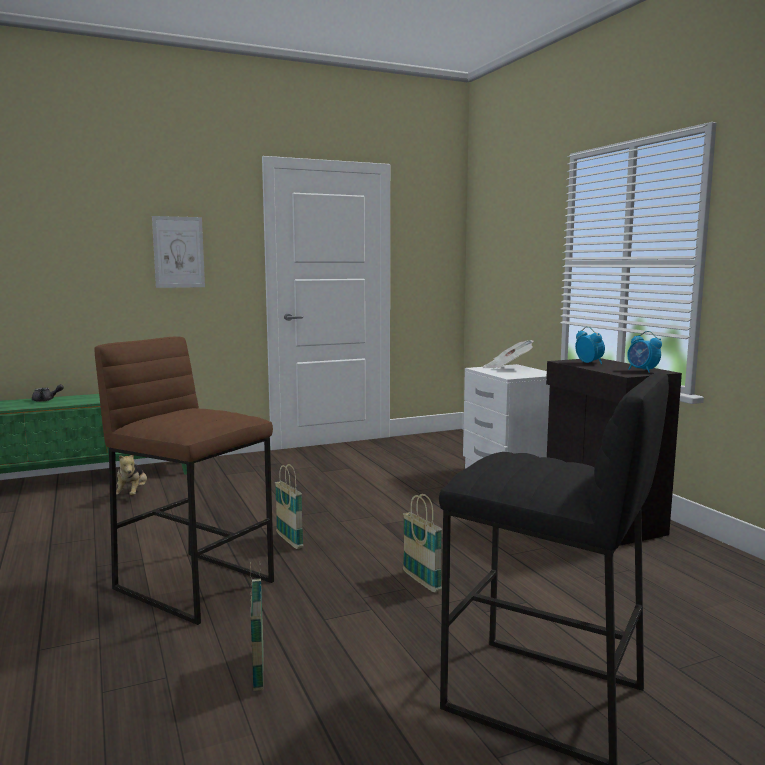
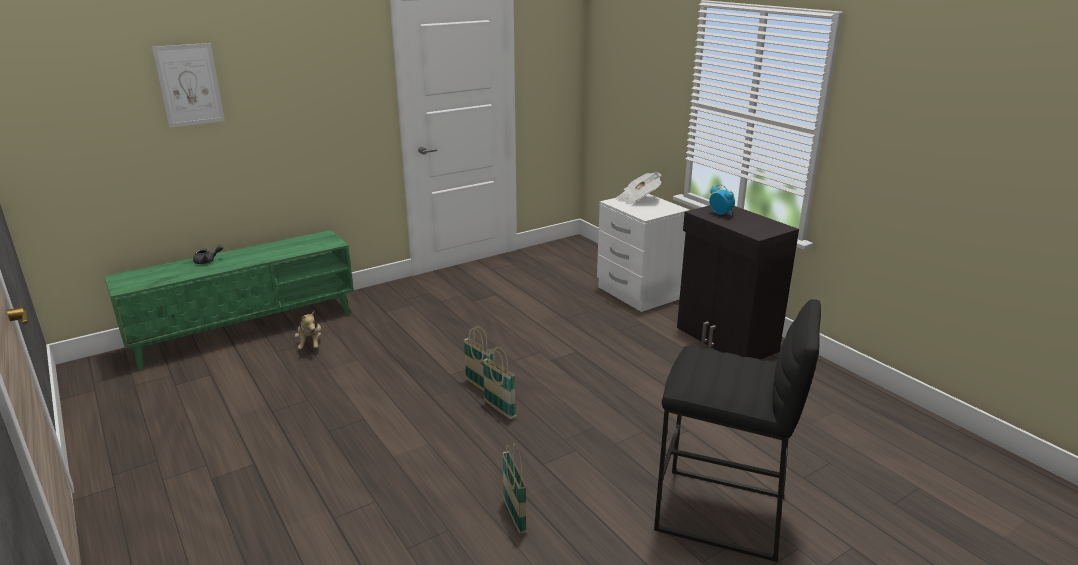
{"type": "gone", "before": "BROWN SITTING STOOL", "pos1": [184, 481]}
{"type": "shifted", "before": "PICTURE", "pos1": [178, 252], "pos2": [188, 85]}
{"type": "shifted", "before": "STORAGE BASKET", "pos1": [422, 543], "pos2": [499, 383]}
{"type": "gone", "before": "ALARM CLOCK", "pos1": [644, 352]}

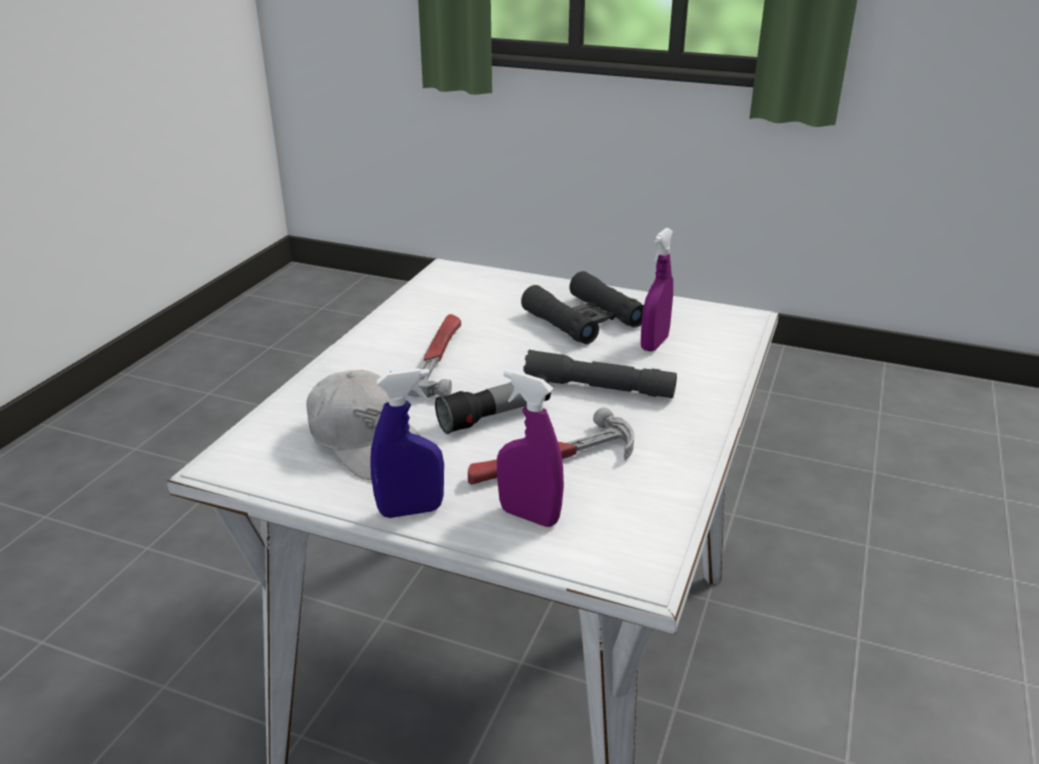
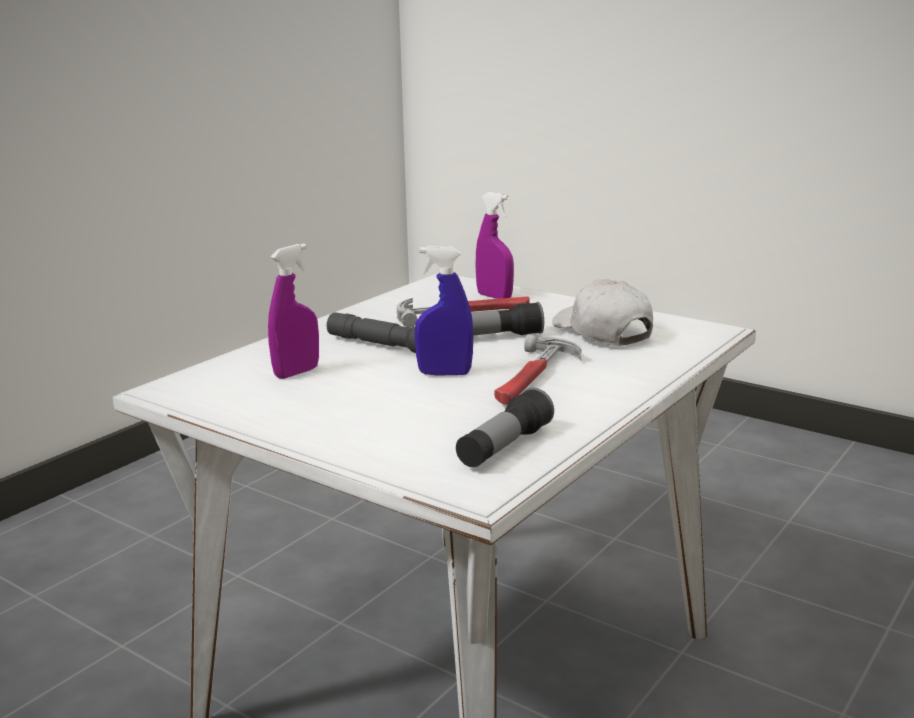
{"type": "shifted", "before": "BLUISH SPRAY BOTTLE", "pos1": [407, 443], "pos2": [444, 311]}
{"type": "gone", "before": "BLACK PAIR OF BINOCULARS", "pos1": [582, 307]}
{"type": "new", "after": "TORCH", "pos2": [505, 427]}

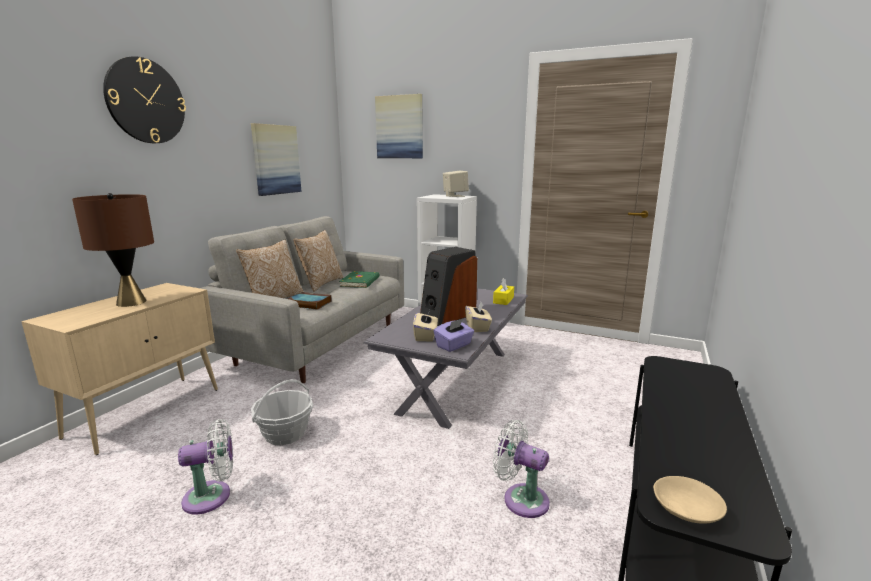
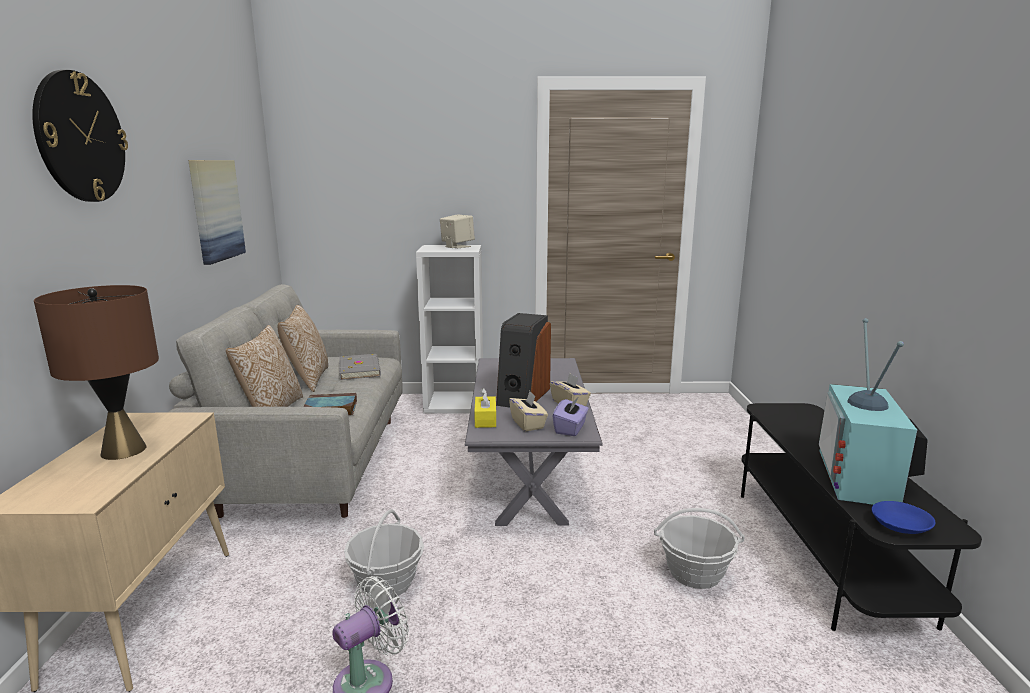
{"type": "repainted", "before": "GREENISH BOUND BOOK", "after": "GREYISH BOUND BOOK", "pos1": [359, 279], "pos2": [360, 367]}
{"type": "gone", "before": "PICTURE", "pos1": [399, 126]}
{"type": "shifted", "before": "YELLOW TISSUE BOX", "pos1": [503, 291], "pos2": [485, 408]}
{"type": "swapped", "before": "WHITE FAN", "after": "STORAGE BASKET", "pos1": [521, 469], "pos2": [699, 548]}
{"type": "repainted", "before": "BEIGE-COLOURED DEEP DISH", "after": "BLUISH DEEP DISH", "pos1": [690, 500], "pos2": [904, 517]}
{"type": "new", "after": "TELEVISION", "pos2": [873, 411]}

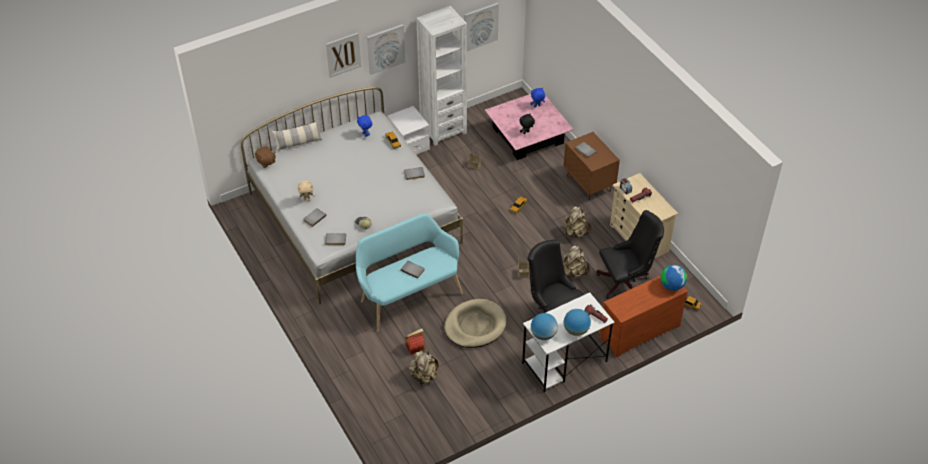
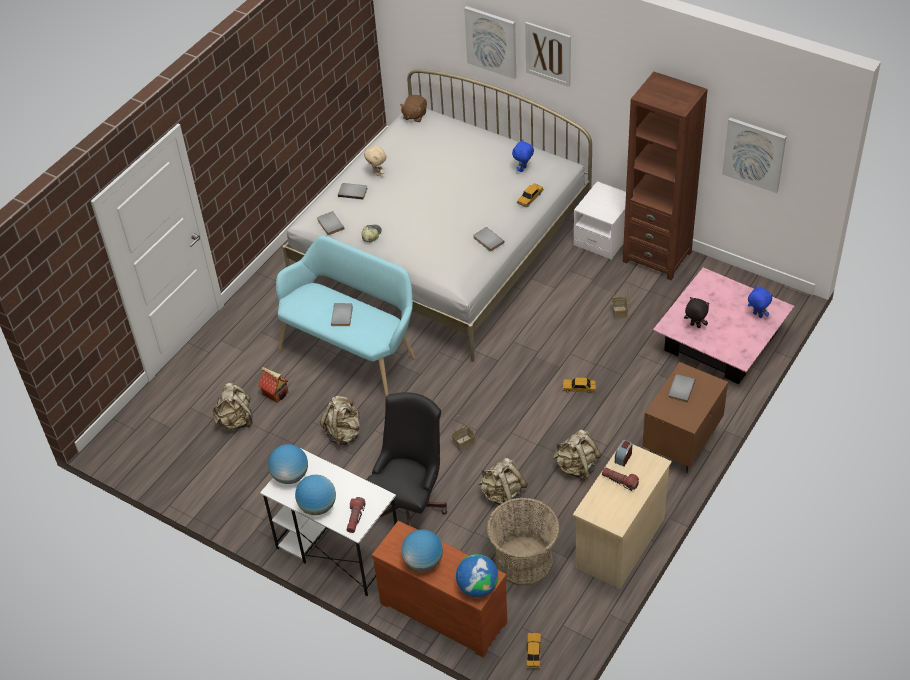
{"type": "gone", "before": "PILLOW", "pos1": [297, 135]}
{"type": "shifted", "before": "PICTURE", "pos1": [386, 49], "pos2": [490, 42]}
{"type": "repainted", "before": "WHITE BOOKSHELF", "after": "BROWN BOOKSHELF", "pos1": [441, 76], "pos2": [665, 176]}
{"type": "swapped", "before": "BEIGE-COLOURED PET BED", "after": "BEIGE-COLOURED BACKPACK", "pos1": [475, 323], "pos2": [340, 422]}
{"type": "swapped", "before": "BLACK COMPUTER CHAIR", "after": "STORAGE BASKET", "pos1": [630, 254], "pos2": [523, 542]}
{"type": "new", "after": "WORLD GLOBE", "pos2": [422, 550]}

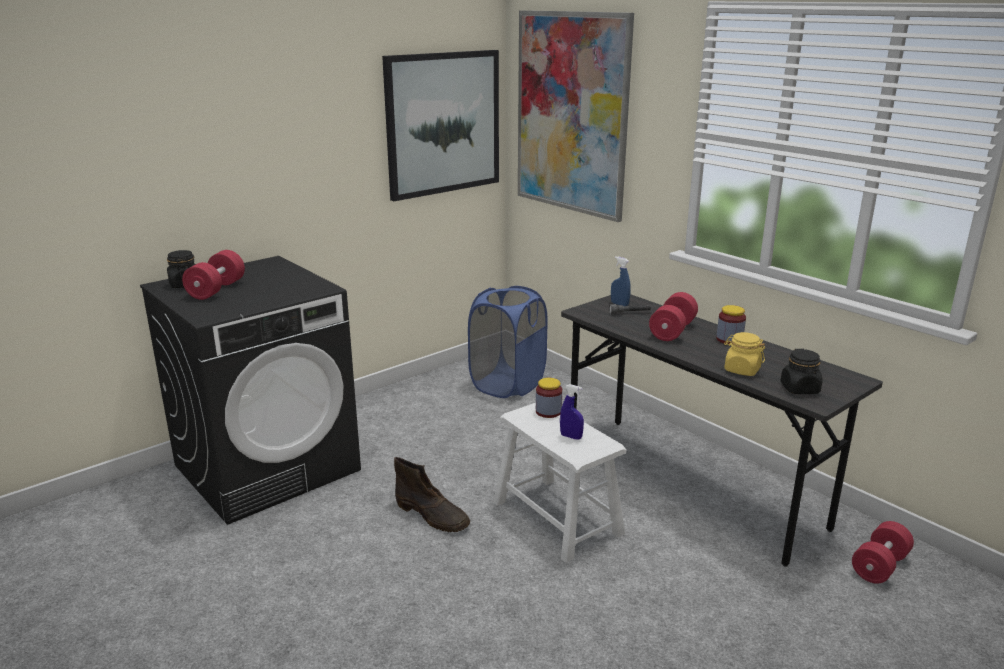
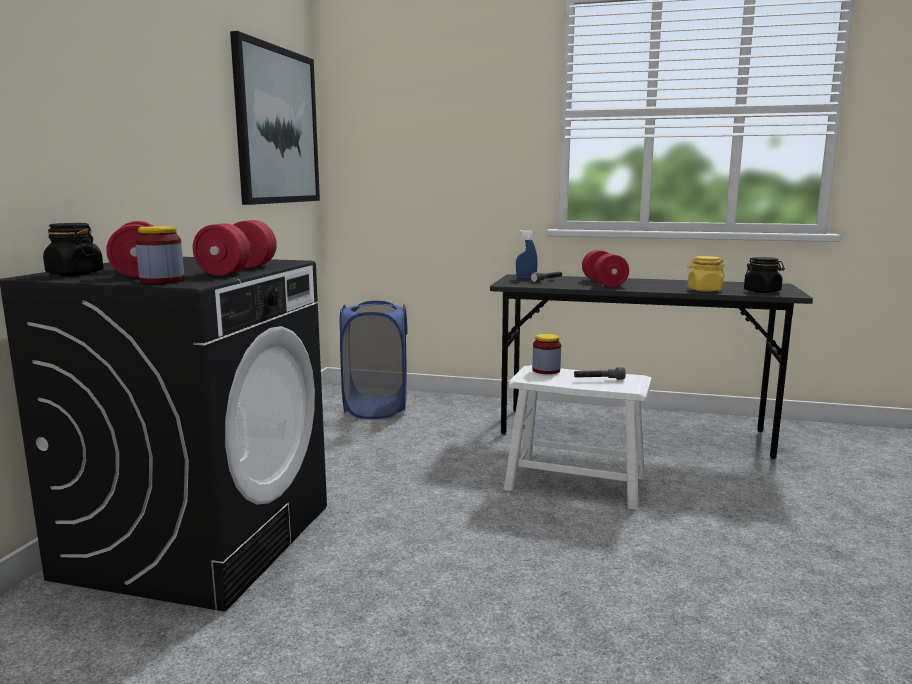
{"type": "gone", "before": "BROWN BOOT", "pos1": [432, 494]}
{"type": "gone", "before": "PICTURE", "pos1": [576, 116]}
{"type": "swapped", "before": "BLUISH SPRAY BOTTLE", "after": "GREYISH TORCH", "pos1": [572, 412], "pos2": [600, 373]}
{"type": "shifted", "before": "STORAGE JAR", "pos1": [731, 324], "pos2": [159, 255]}
{"type": "shifted", "before": "REDDISH FREE WEIGHT", "pos1": [883, 552], "pos2": [235, 248]}

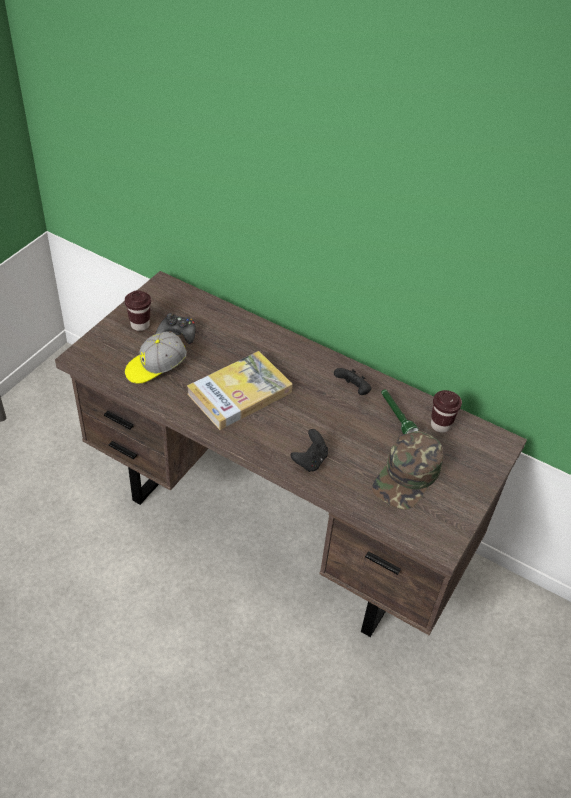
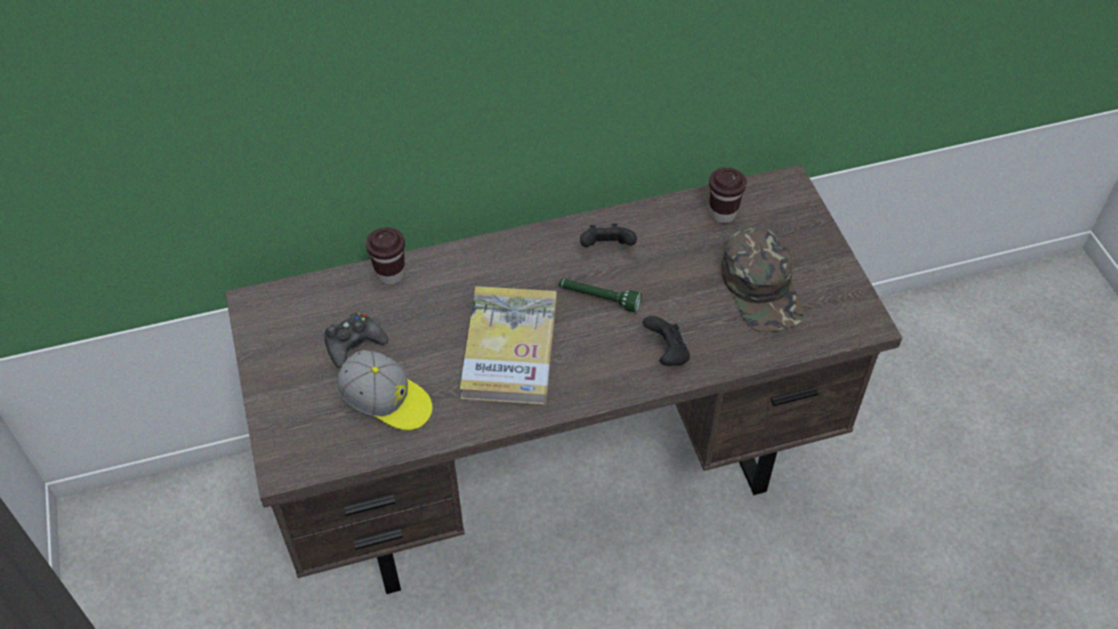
{"type": "shifted", "before": "BROWN CUP", "pos1": [138, 310], "pos2": [385, 256]}
{"type": "rotated", "before": "BASEBALL CAP", "pos1": [156, 357], "pos2": [384, 390], "turn": -75}
{"type": "shifted", "before": "GREENISH TORCH", "pos1": [399, 411], "pos2": [600, 295]}

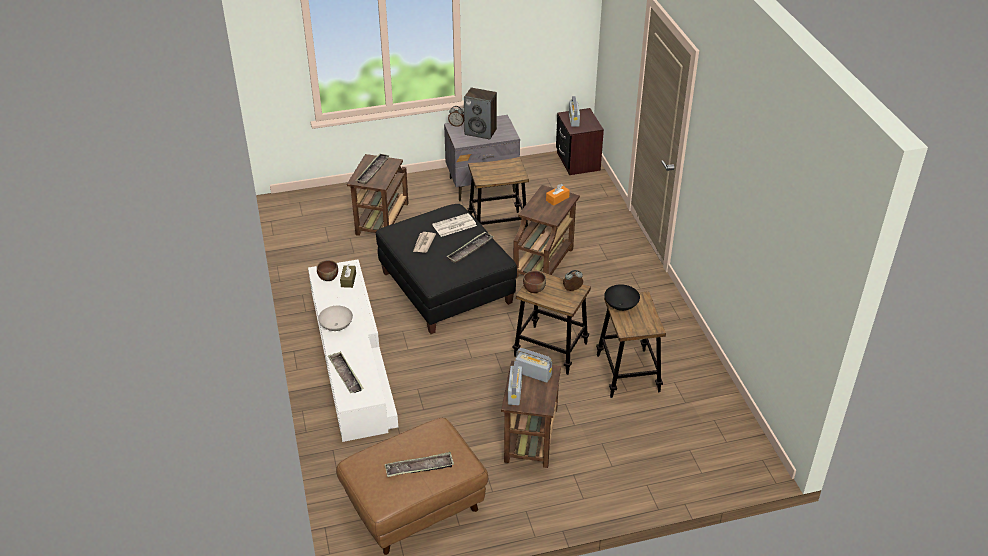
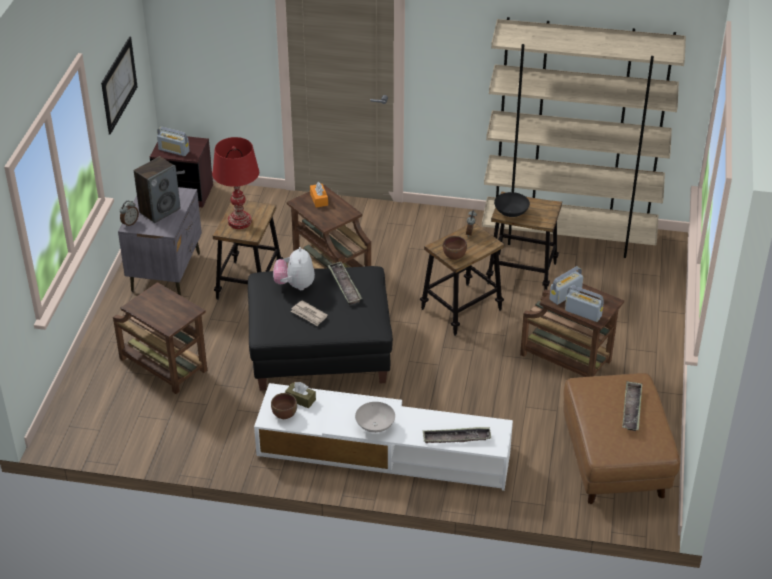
{"type": "gone", "before": "CARRYING TRAY", "pos1": [373, 168]}
{"type": "swapped", "before": "PRINTED PAPER", "after": "PLUSH TOY", "pos1": [454, 225], "pos2": [294, 268]}
{"type": "new", "after": "PICTURE", "pos2": [119, 85]}
{"type": "new", "after": "REDDISH TABLE LAMP", "pos2": [235, 183]}
{"type": "new", "after": "BEIGE-COLOURED BOOKSHELF", "pos2": [584, 137]}

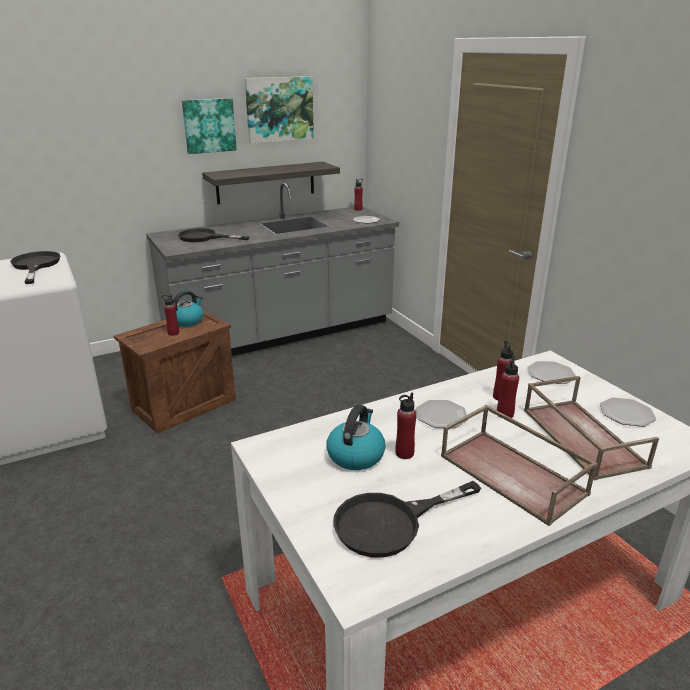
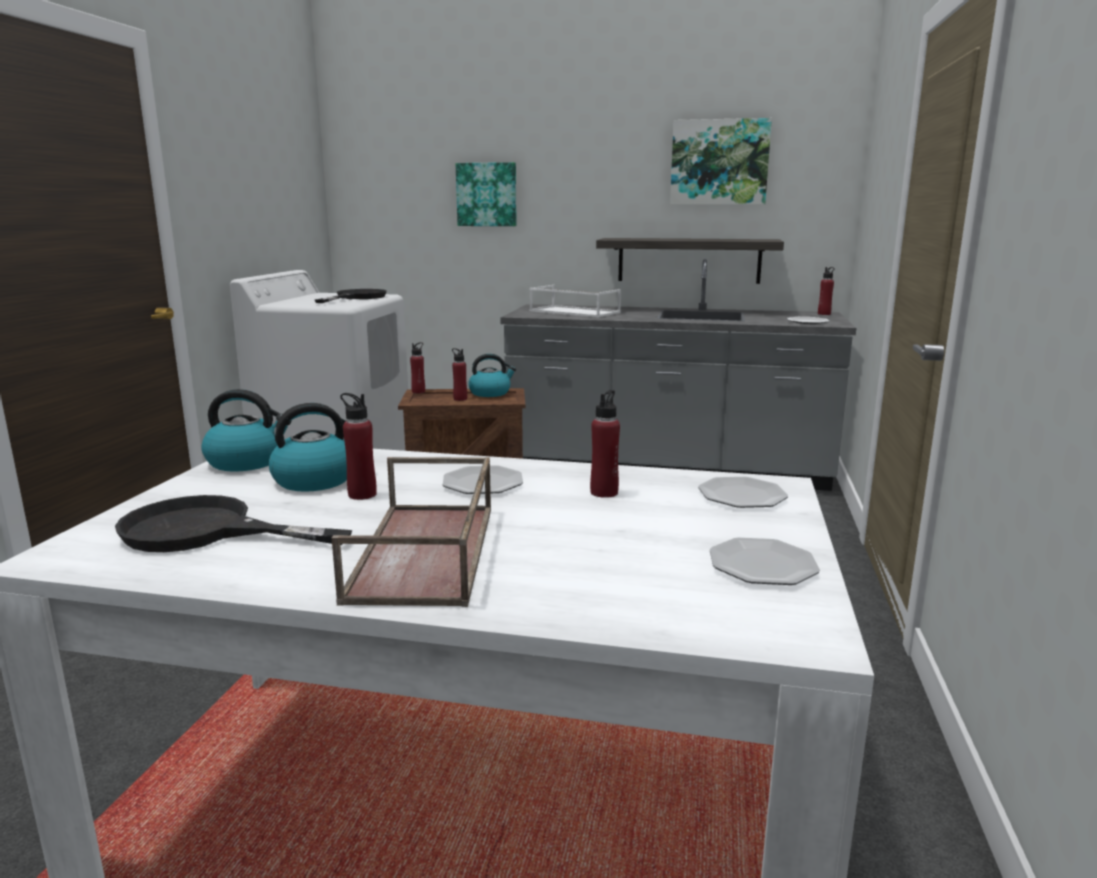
{"type": "swapped", "before": "BLACK PAN", "after": "WHITE CARRYING TRAY", "pos1": [214, 235], "pos2": [575, 301]}
{"type": "shifted", "before": "PICTURE", "pos1": [209, 126], "pos2": [486, 194]}
{"type": "shifted", "before": "REDDISH BOTTLE", "pos1": [508, 387], "pos2": [417, 368]}
{"type": "gone", "before": "BROWN CARRYING TRAY", "pos1": [591, 428]}
{"type": "new", "after": "WATER KETTLE", "pos2": [246, 430]}

